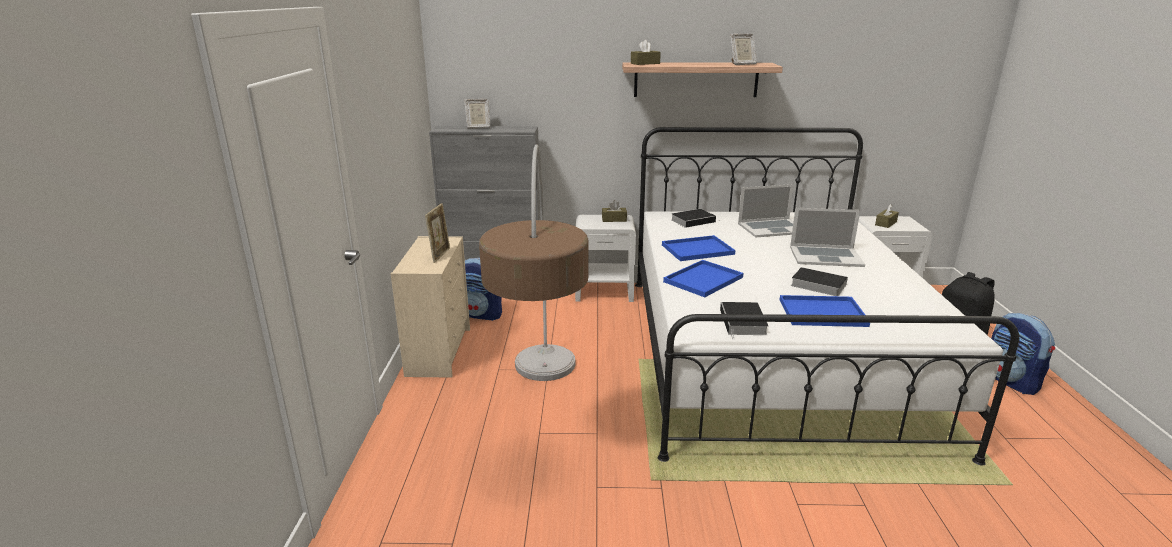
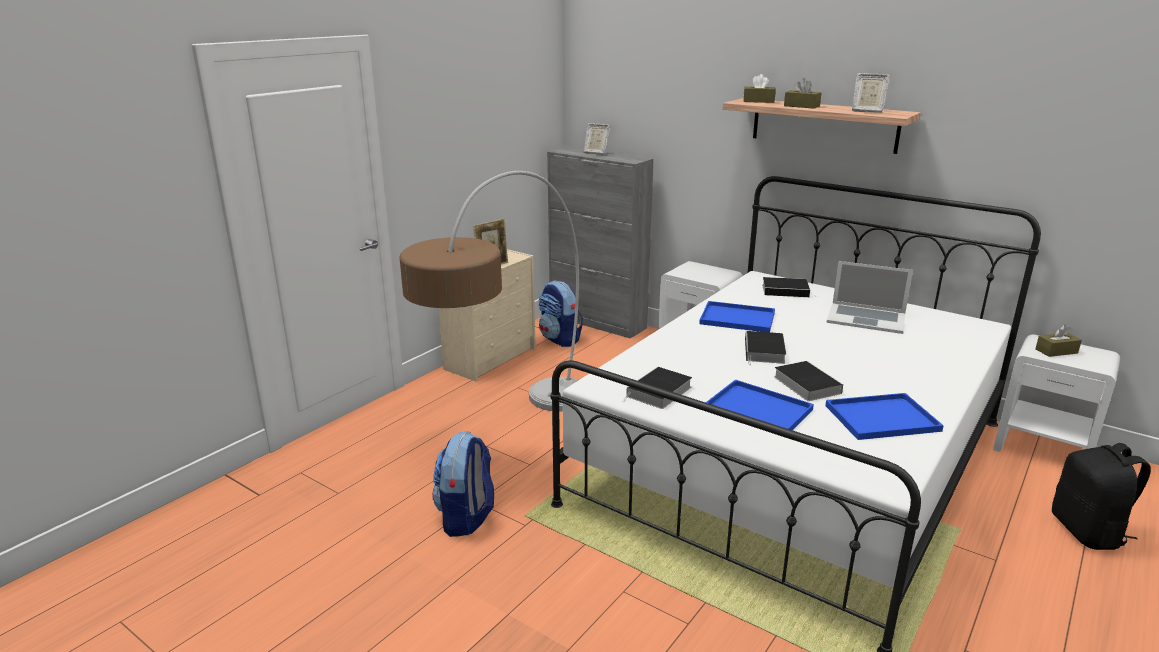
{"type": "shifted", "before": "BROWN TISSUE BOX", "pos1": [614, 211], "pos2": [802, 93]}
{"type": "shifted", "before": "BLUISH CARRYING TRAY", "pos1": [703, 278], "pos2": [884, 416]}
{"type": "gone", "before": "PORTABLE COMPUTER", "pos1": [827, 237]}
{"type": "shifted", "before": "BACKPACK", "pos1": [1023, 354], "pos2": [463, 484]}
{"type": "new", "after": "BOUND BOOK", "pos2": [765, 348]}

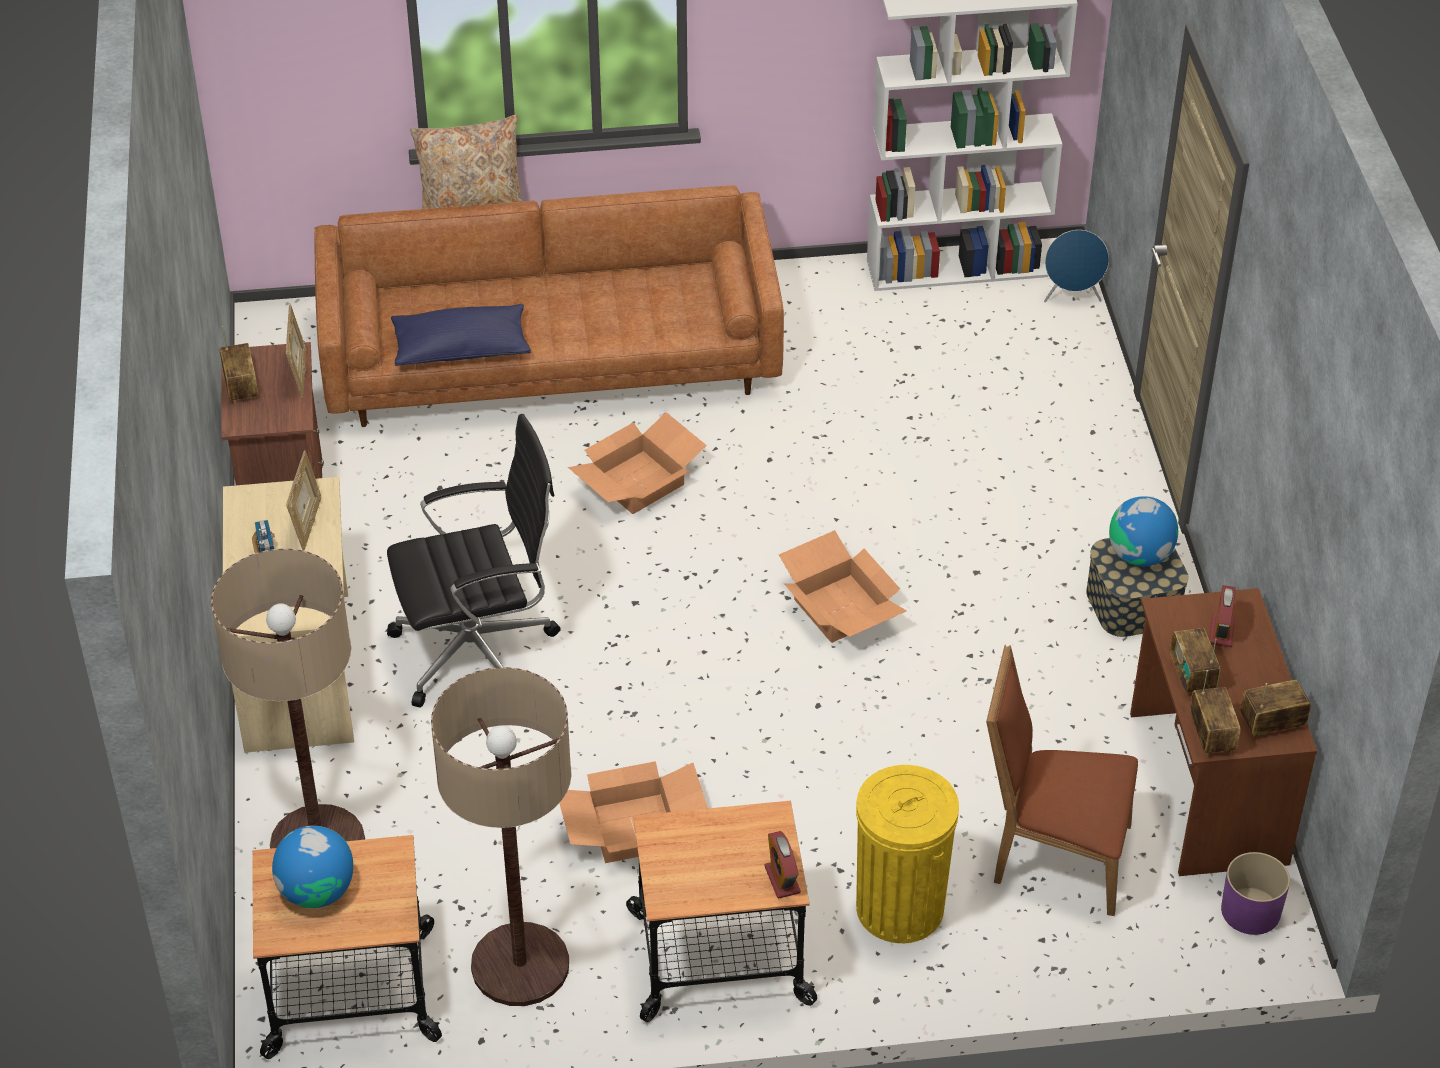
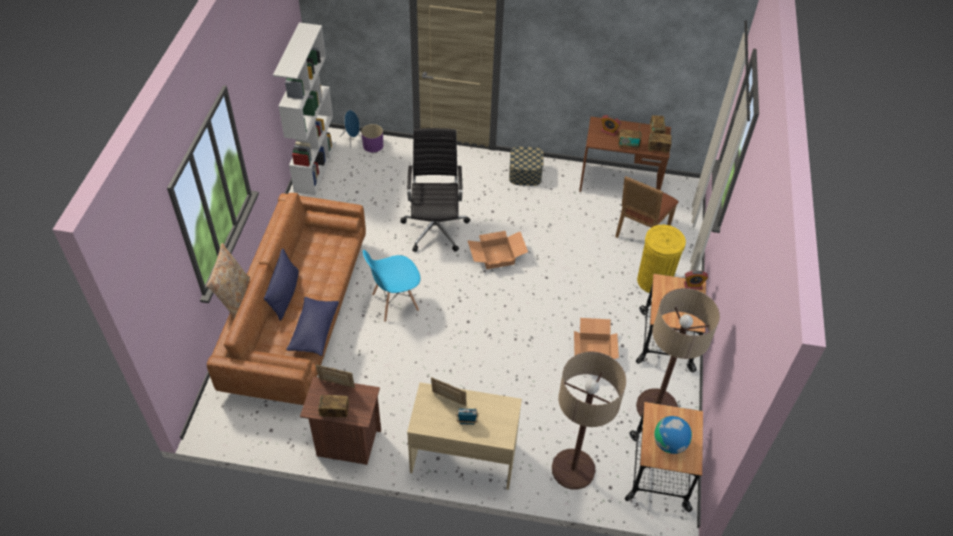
{"type": "shifted", "before": "BLACK COMPUTER CHAIR", "pos1": [474, 561], "pos2": [435, 190]}
{"type": "swapped", "before": "CARTON", "after": "BLUISH CHAIR", "pos1": [637, 463], "pos2": [392, 286]}
{"type": "gone", "before": "WORLD GLOBE", "pos1": [1143, 531]}
{"type": "shifted", "before": "PURPLE FLOWER POT", "pos1": [1255, 893], "pos2": [372, 138]}
{"type": "new", "after": "BLUISH PILLOW", "pos2": [281, 284]}

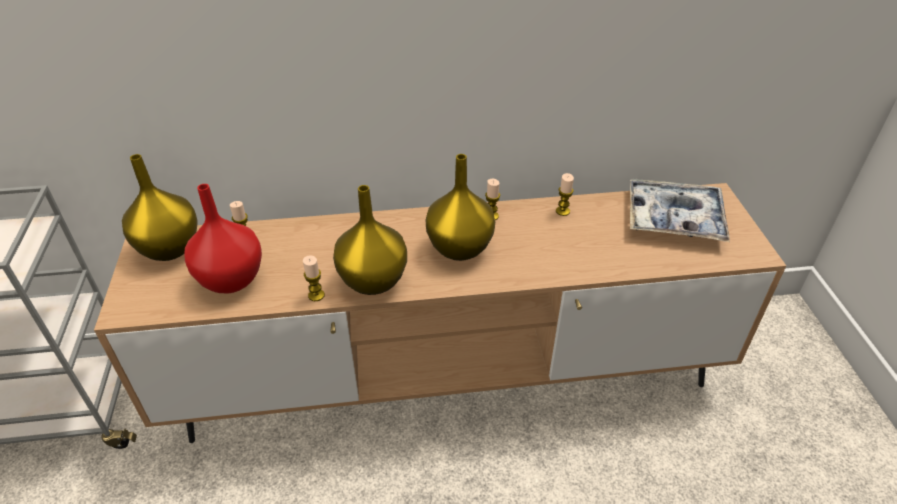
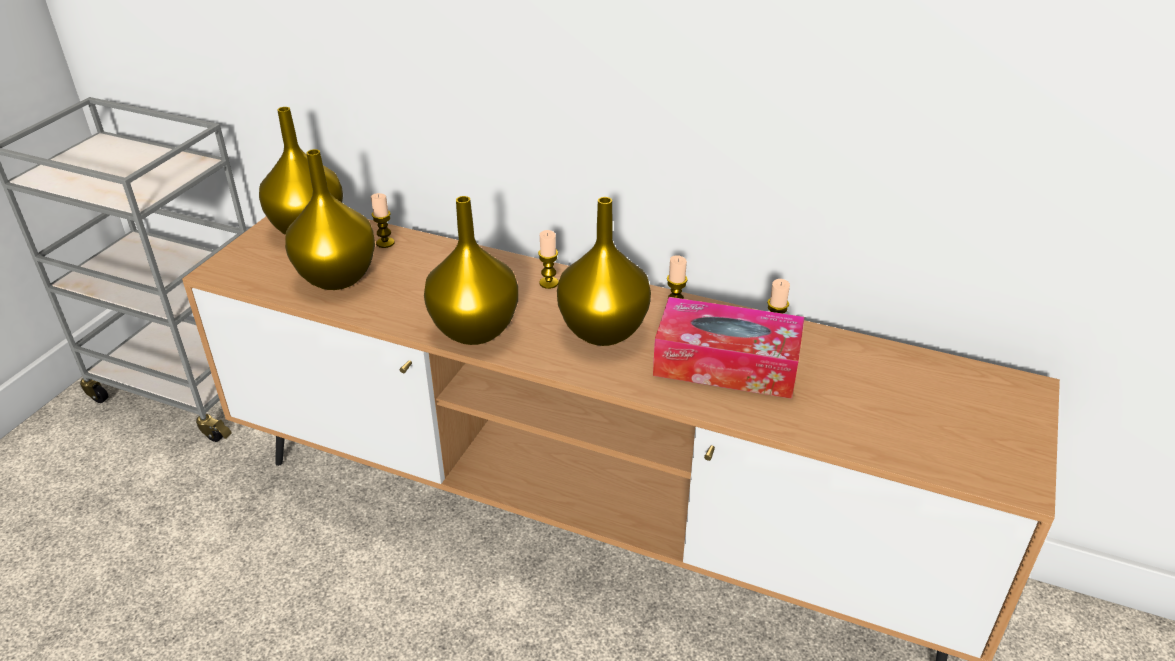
{"type": "repainted", "before": "REDDISH DECORATIVE VASE", "after": "YELLOW DECORATIVE VASE", "pos1": [223, 238], "pos2": [330, 219]}
{"type": "shifted", "before": "WAX LIGHT", "pos1": [314, 278], "pos2": [548, 259]}
{"type": "gone", "before": "CARRYING TRAY", "pos1": [680, 210]}
{"type": "new", "after": "TISSUE BOX", "pos2": [728, 348]}

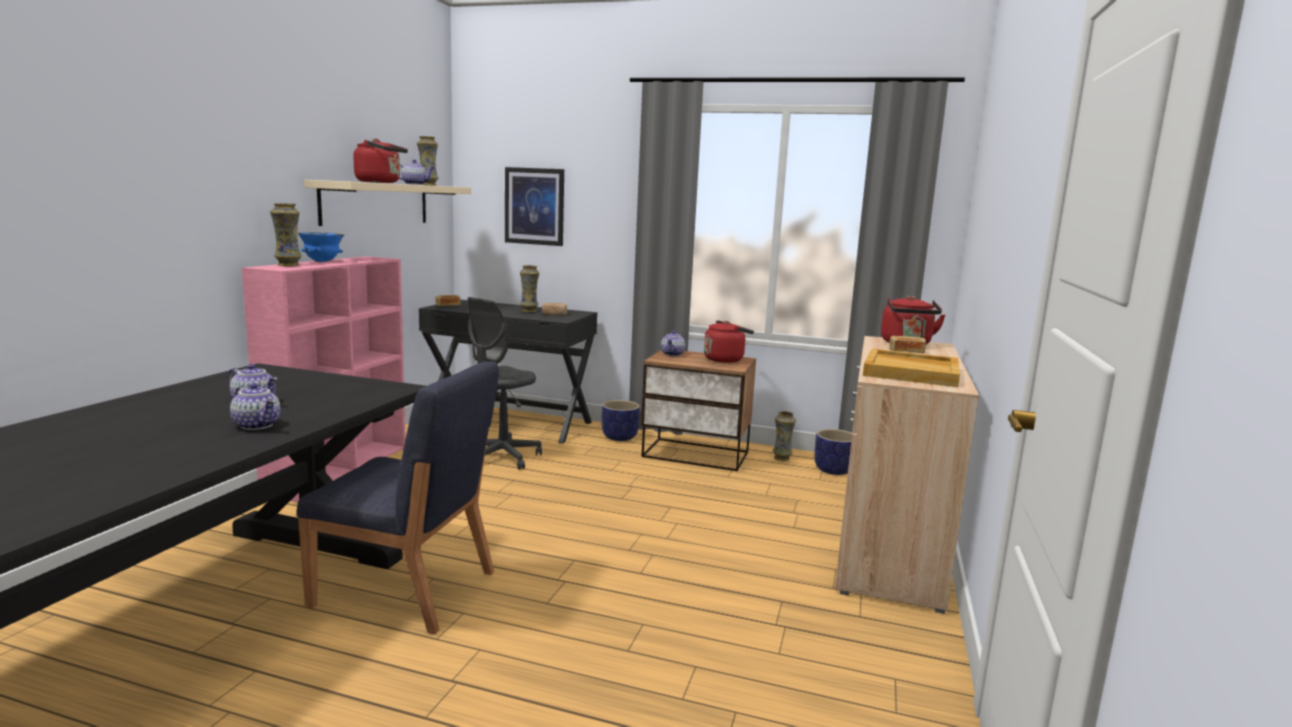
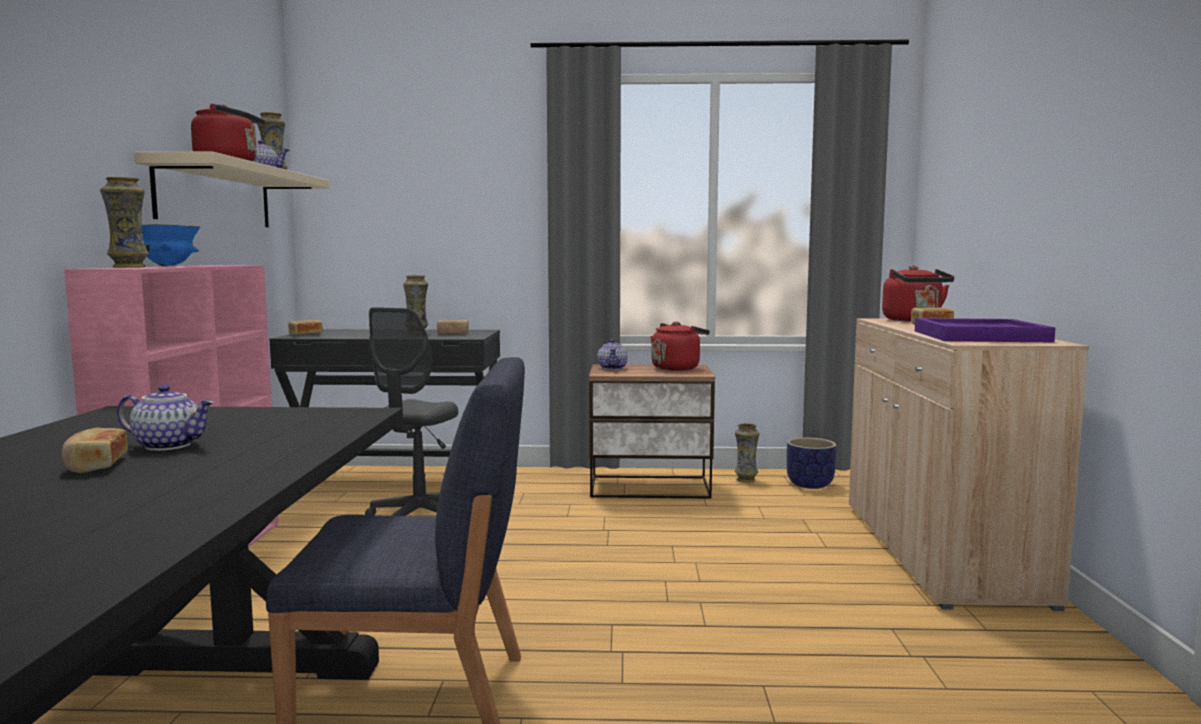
{"type": "gone", "before": "TEA POT", "pos1": [255, 406]}
{"type": "gone", "before": "PICTURE", "pos1": [534, 206]}
{"type": "gone", "before": "FLOWER POT", "pos1": [621, 420]}
{"type": "repainted", "before": "BEIGE-COLOURED CARRYING TRAY", "after": "PURPLE CARRYING TRAY", "pos1": [911, 367], "pos2": [985, 330]}
{"type": "new", "after": "BAKERY BREAD", "pos2": [95, 450]}

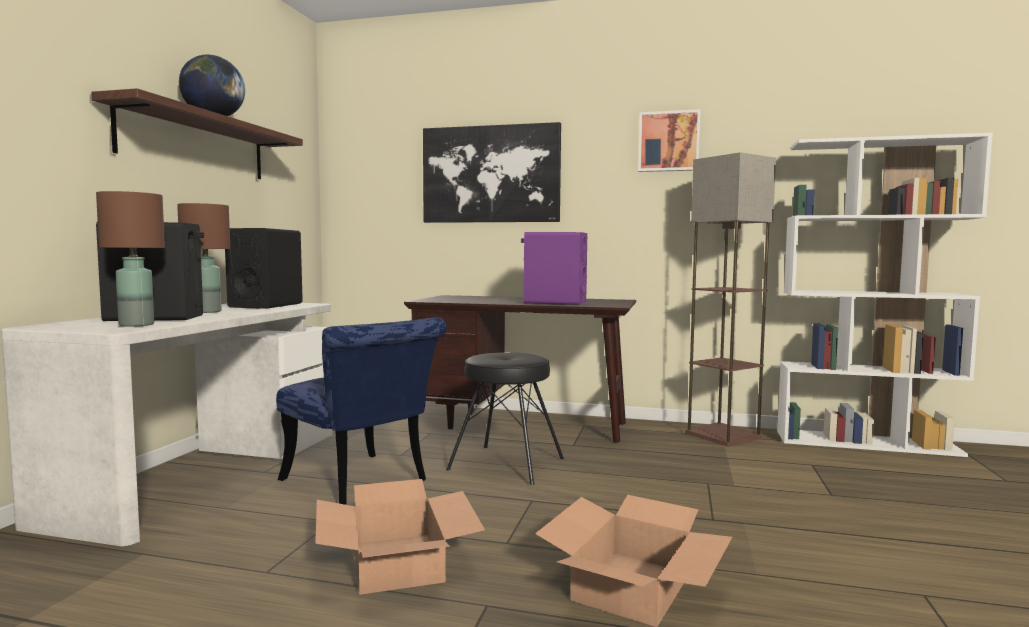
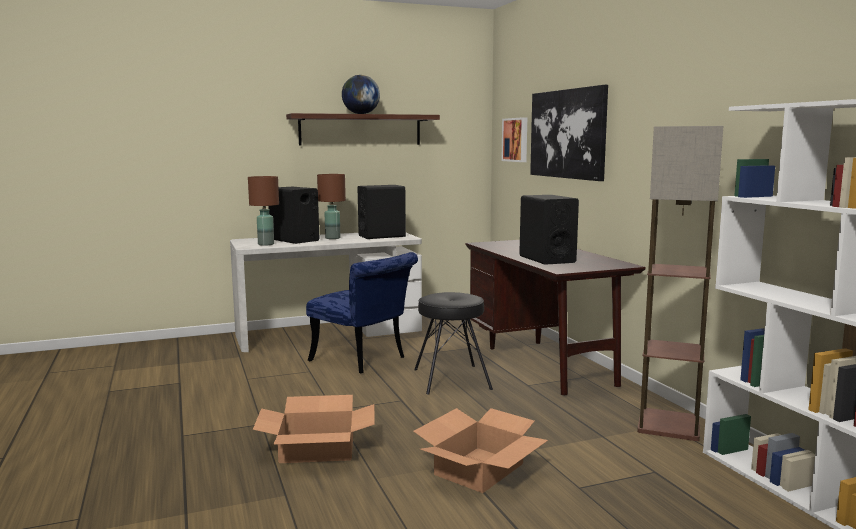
{"type": "rotated", "before": "BLUISH CHAIR", "pos1": [361, 411], "pos2": [362, 312], "turn": -60}
{"type": "shifted", "before": "CARTON", "pos1": [400, 537], "pos2": [480, 450]}
{"type": "repainted", "before": "PURPLE SPEAKER", "after": "BLACK SPEAKER", "pos1": [554, 268], "pos2": [549, 230]}
{"type": "shifted", "before": "PICTURE", "pos1": [669, 140], "pos2": [514, 139]}

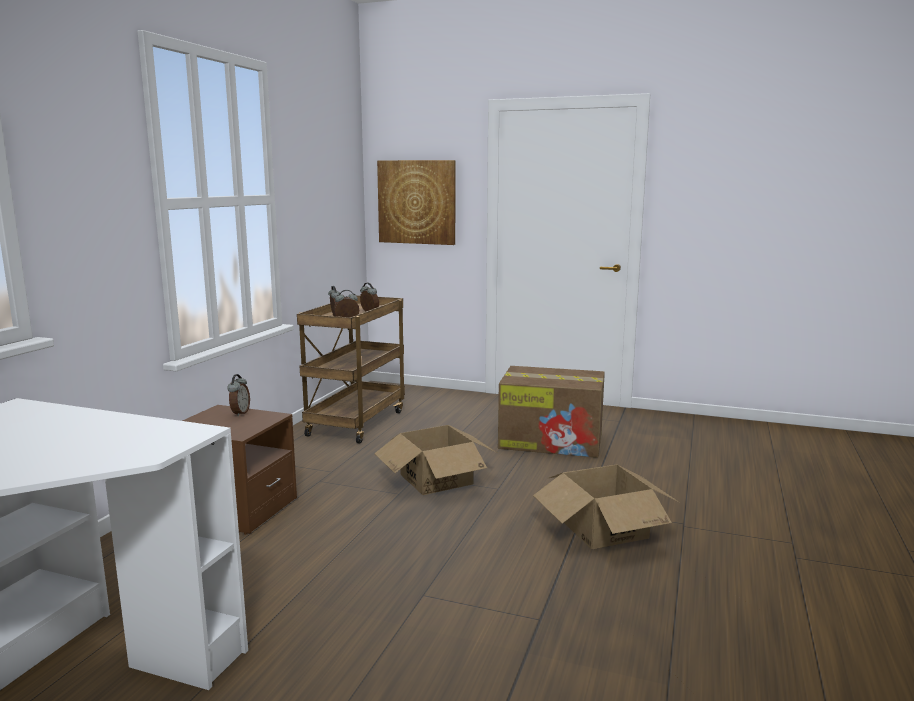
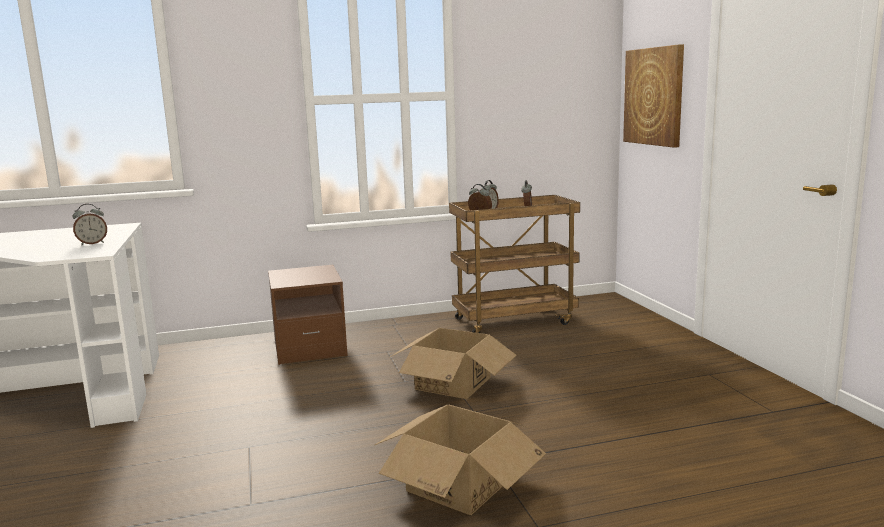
{"type": "shifted", "before": "ALARM CLOCK", "pos1": [238, 395], "pos2": [90, 224]}
{"type": "gone", "before": "CARTON", "pos1": [551, 412]}

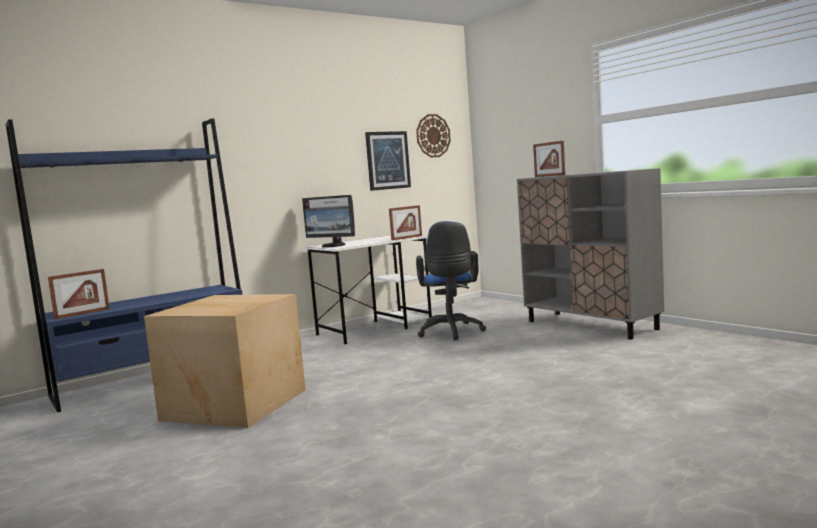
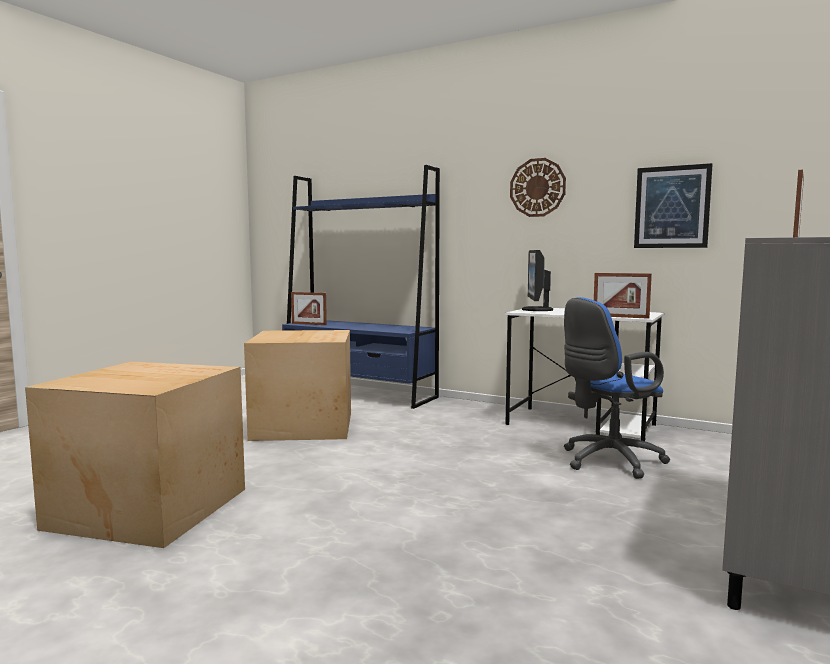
{"type": "shifted", "before": "CLOCK ON THE WALL", "pos1": [433, 136], "pos2": [538, 187]}
{"type": "new", "after": "CARTON", "pos2": [135, 454]}

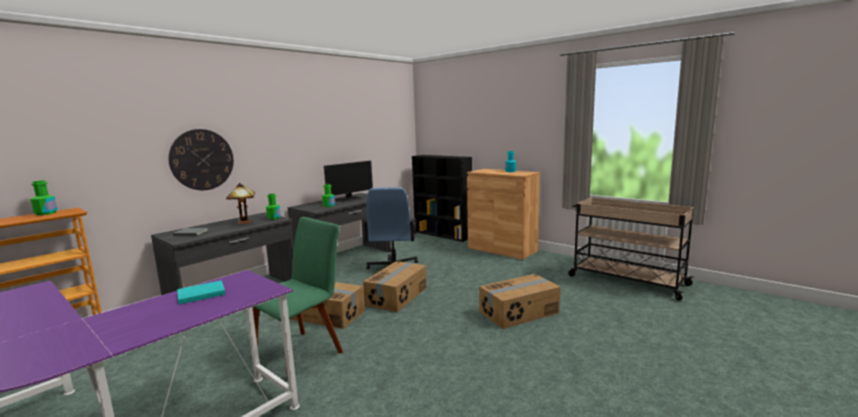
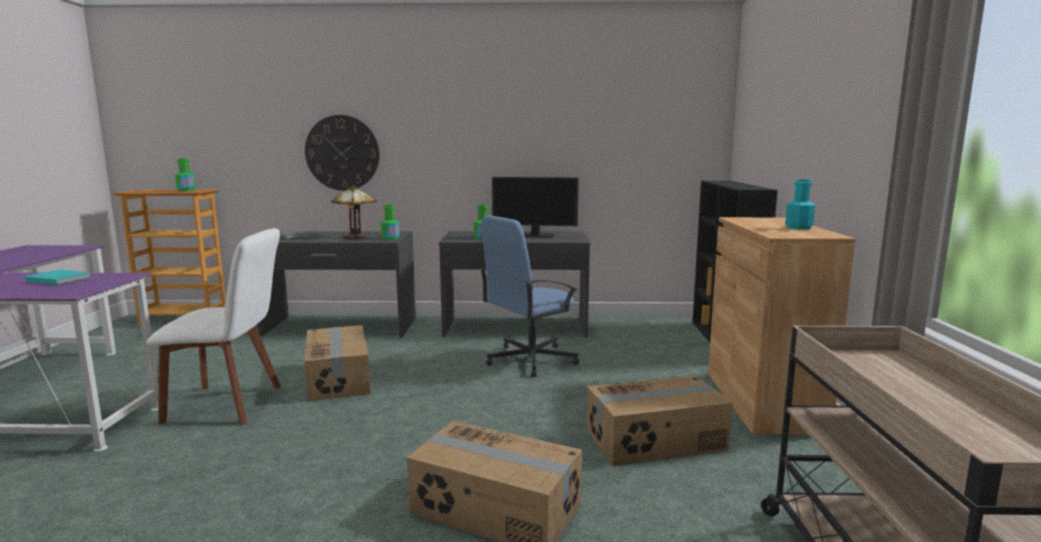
{"type": "repainted", "before": "GREENISH CHAIR", "after": "WHITE CHAIR", "pos1": [297, 299], "pos2": [213, 326]}
{"type": "shifted", "before": "CARTON", "pos1": [395, 286], "pos2": [660, 420]}

